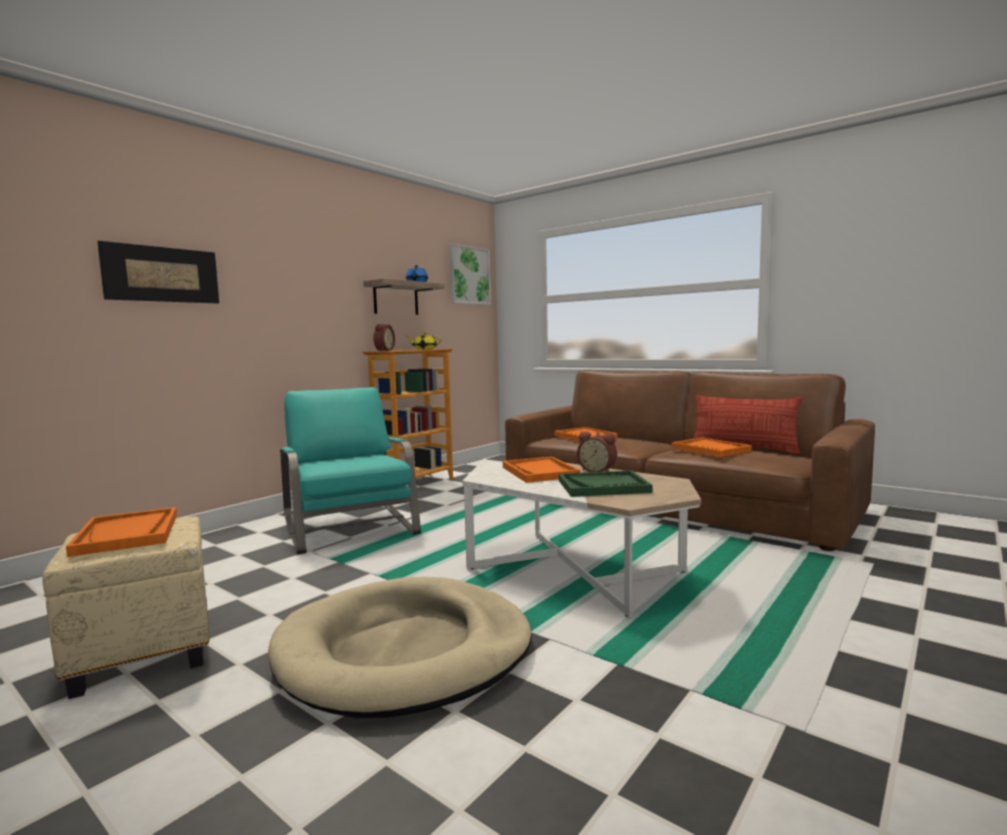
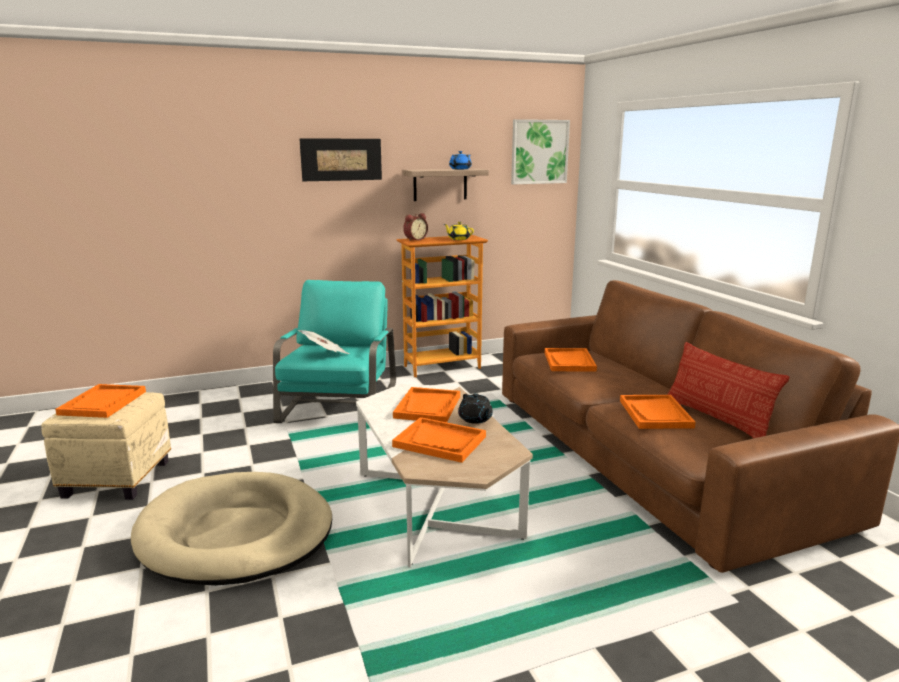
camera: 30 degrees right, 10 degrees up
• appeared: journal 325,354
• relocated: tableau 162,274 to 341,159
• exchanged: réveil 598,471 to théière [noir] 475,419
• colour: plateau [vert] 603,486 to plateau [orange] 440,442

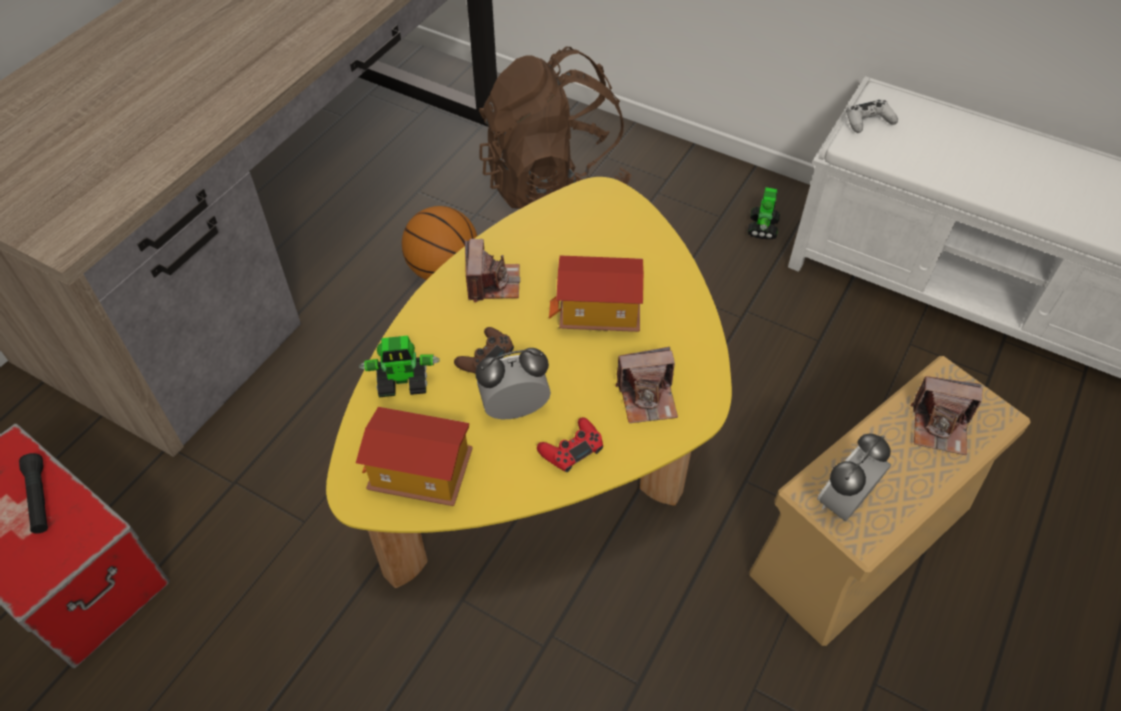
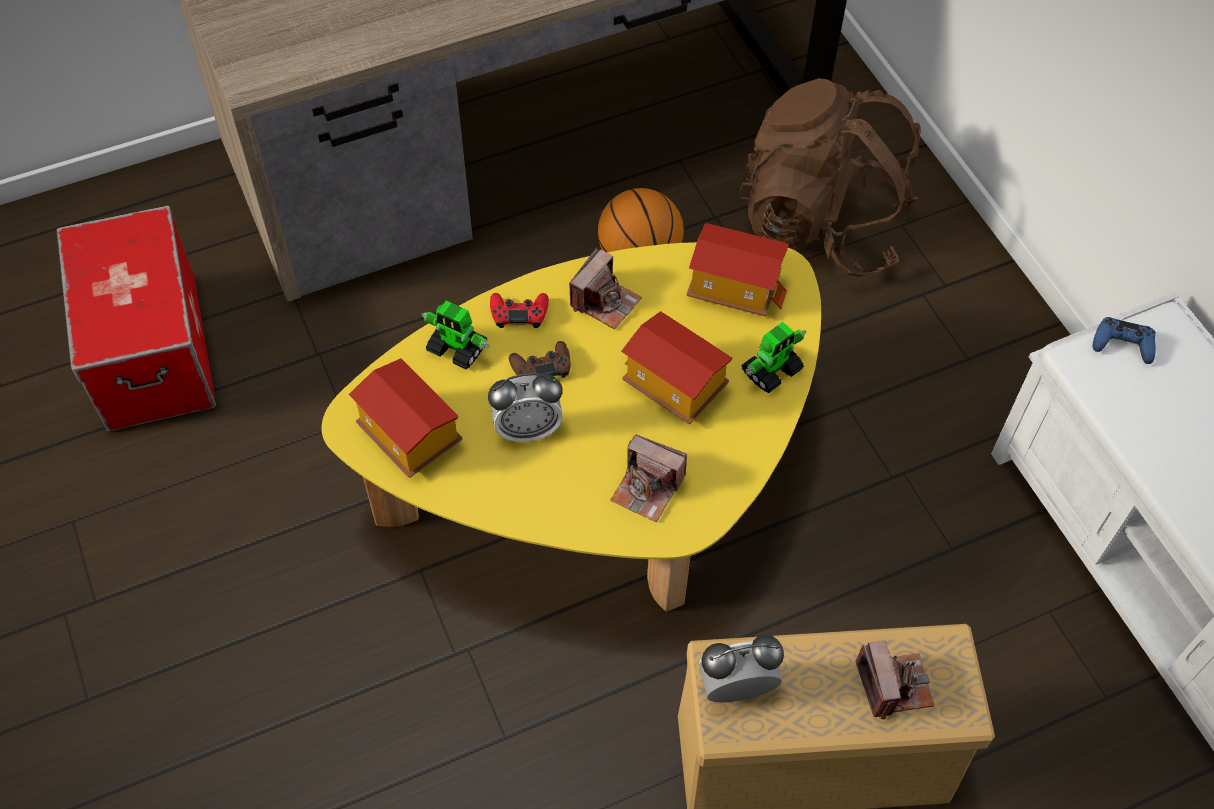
camera: 35 degrees right, 5 degrees up
• missing: lampe de poche [noir] 39,498
• appeared: maison miniature 734,287
• relocated: manette [rouge] 571,449 to 519,314
• relocated: robot jouet 762,227 to 772,370
• colour: manette [blanc] 868,121 to manette [bleu] 1122,344
• spun: réveil 515,409 = 527,429 150 degrees clockwise
• spun: appareil photo 940,427 = 893,685 150 degrees counterclockwise

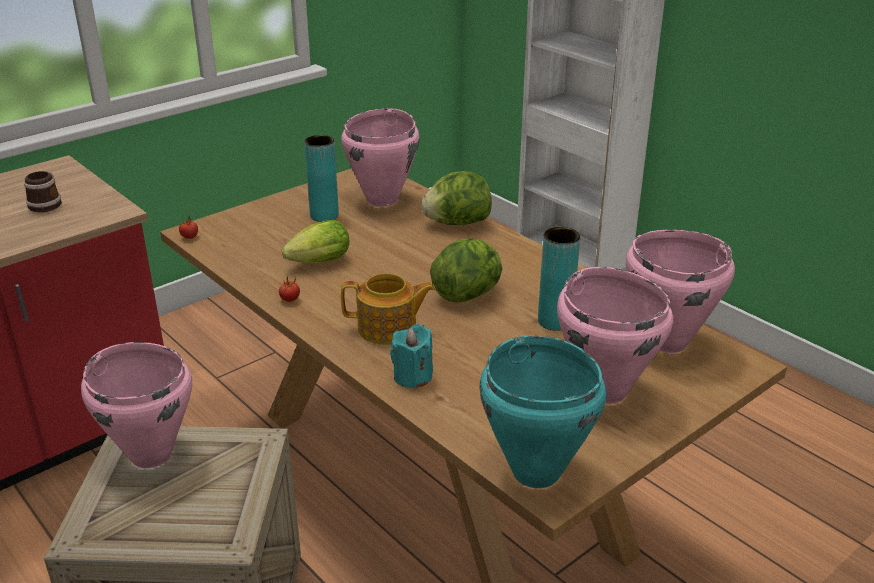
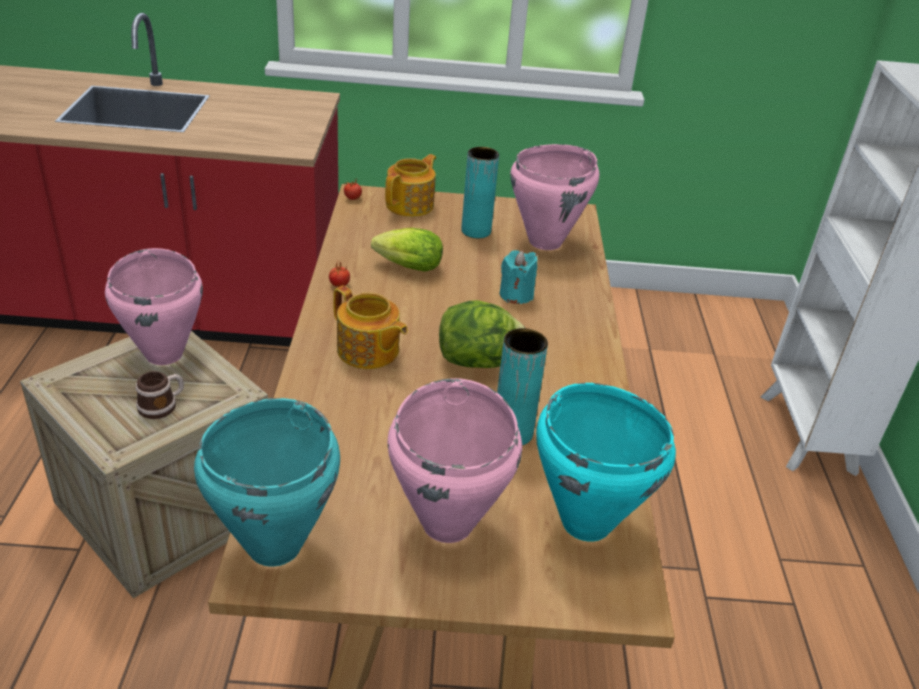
camera: 40 degrees right, 5 degrees up
• missing: laitue 457,223
• appeared: théière 411,205
• relocated: mug 47,203 to 162,405
• relocated: bougie [turquoise] 413,376 to 516,295
• colour: marmite [rose] 666,341 to marmite [turquoise] 585,521

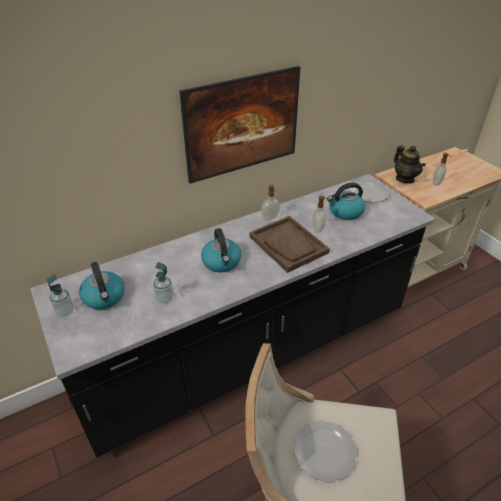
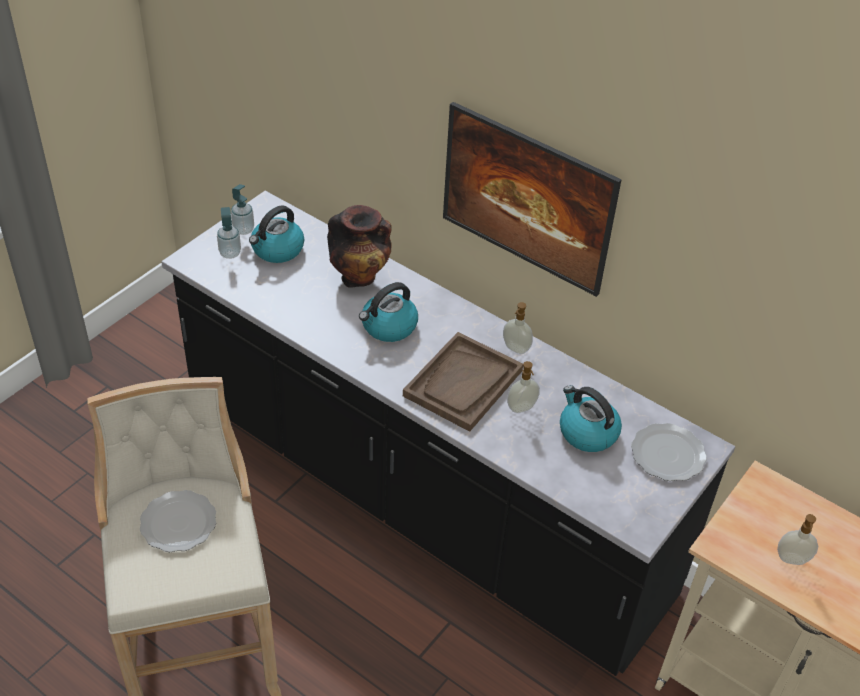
camera: 65 degrees right, 5 degrees up
• missing: théière 405,179
• appeared: vase 360,277
• relocated: distributeur de savon 165,298 to 230,253

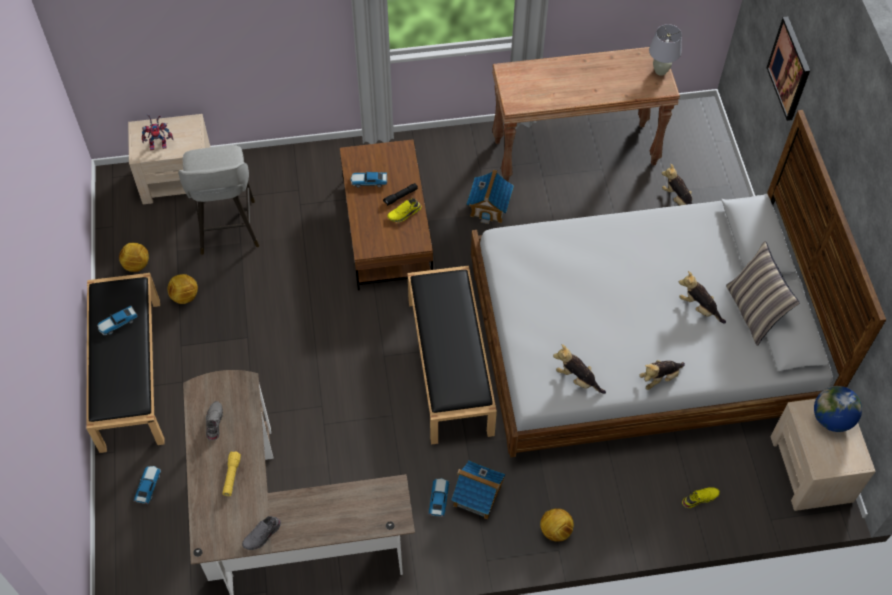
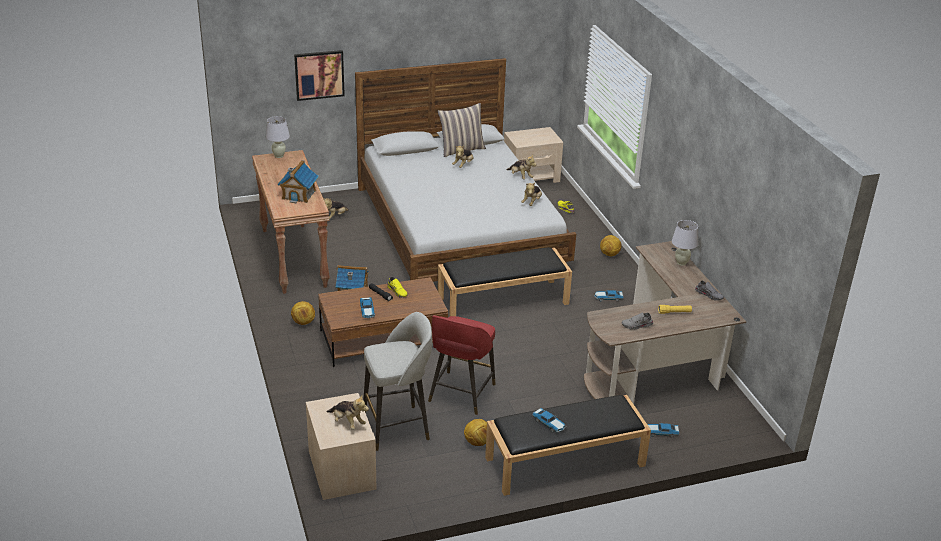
camera: 100 degrees left, 25 degrees down
• missing: globe 831,419
• appeared: tabouret [rouge] 460,394
• appeared: lampe de table [blanc] 681,263
• relocated: ballon de foot 137,264 to 303,322
• relocated: maison miniature 477,496 to 299,194
• exchanged: robot jouet 159,144 to peluche 347,422

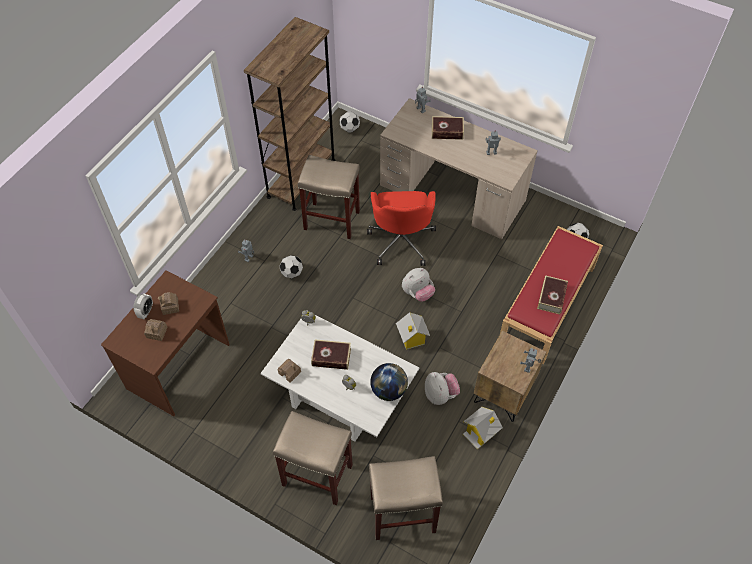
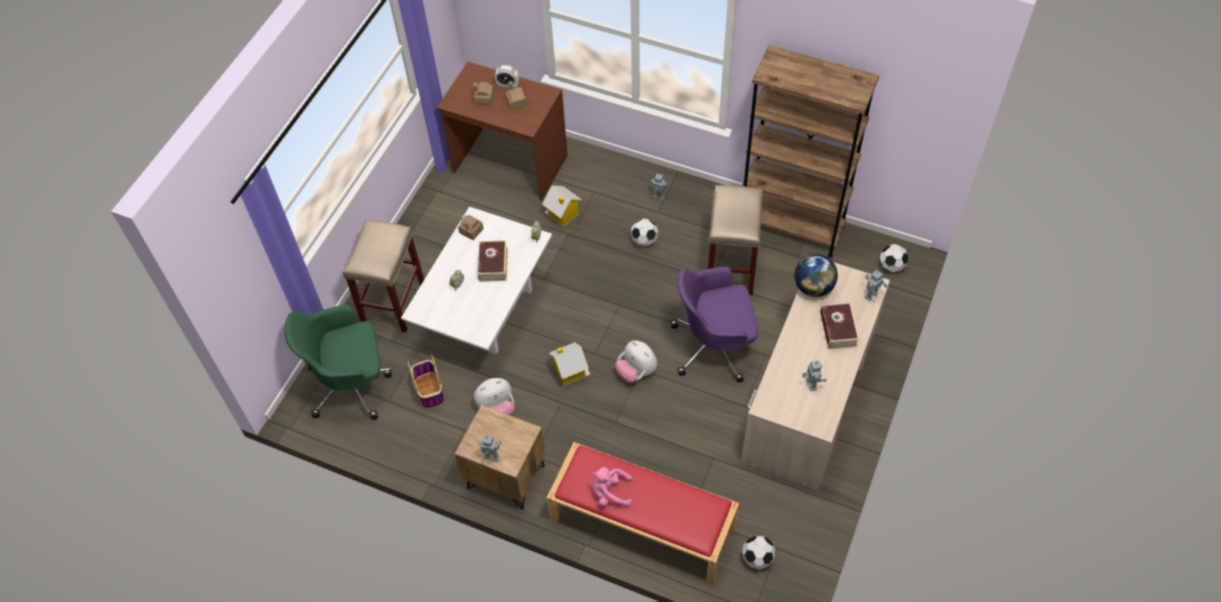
camera: 85 degrees right, 0 degrees up
• appeared: panier 429,390
• relocated: globe 388,390 to 813,287
• relocated: maison miniature 480,433 to 562,215
• exchanged: tabouret [beige] 402,514 to chaise de bureau [vert] 352,384
• exchanged: livre 551,297 to peluche [rose] 610,493
• colour: chaise de bureau [rouge] 401,240 to chaise de bureau [violet] 714,346

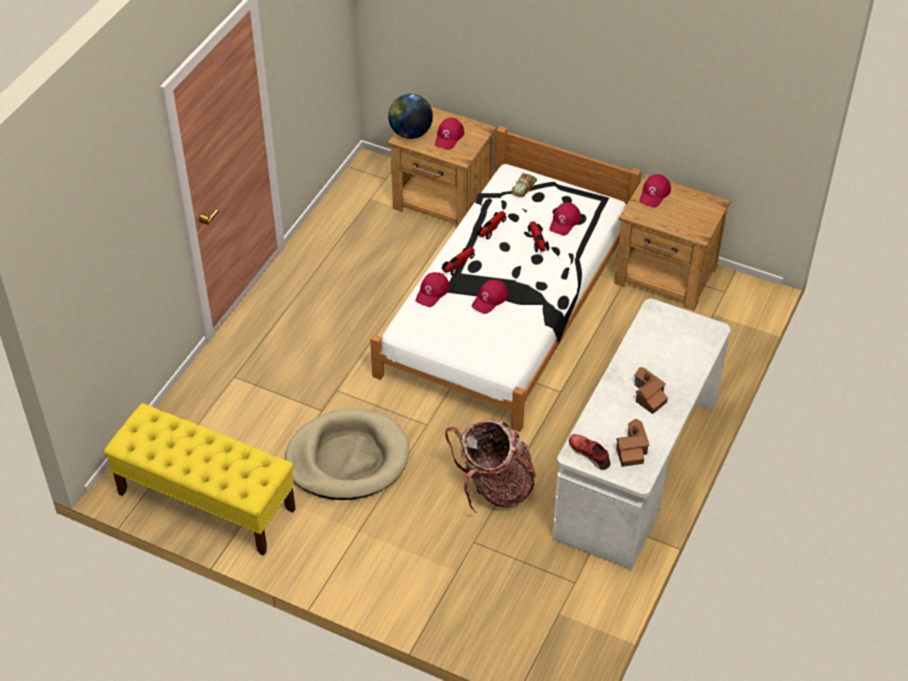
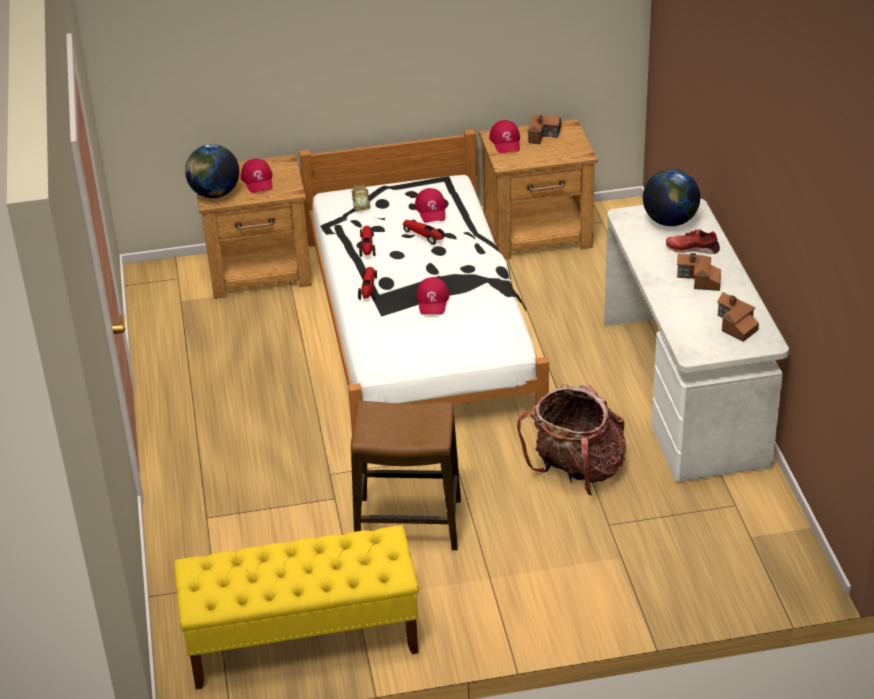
camera: 35 degrees left, 10 degrees down
• missing: casquette [rouge] 432,292
• appeared: maison miniature 544,134
• appeared: globe 670,221
• relocated: chaussure [rouge] 590,453 to 692,248
• exchanged: panier pour chien [beige] 347,458 to tabouret 408,524

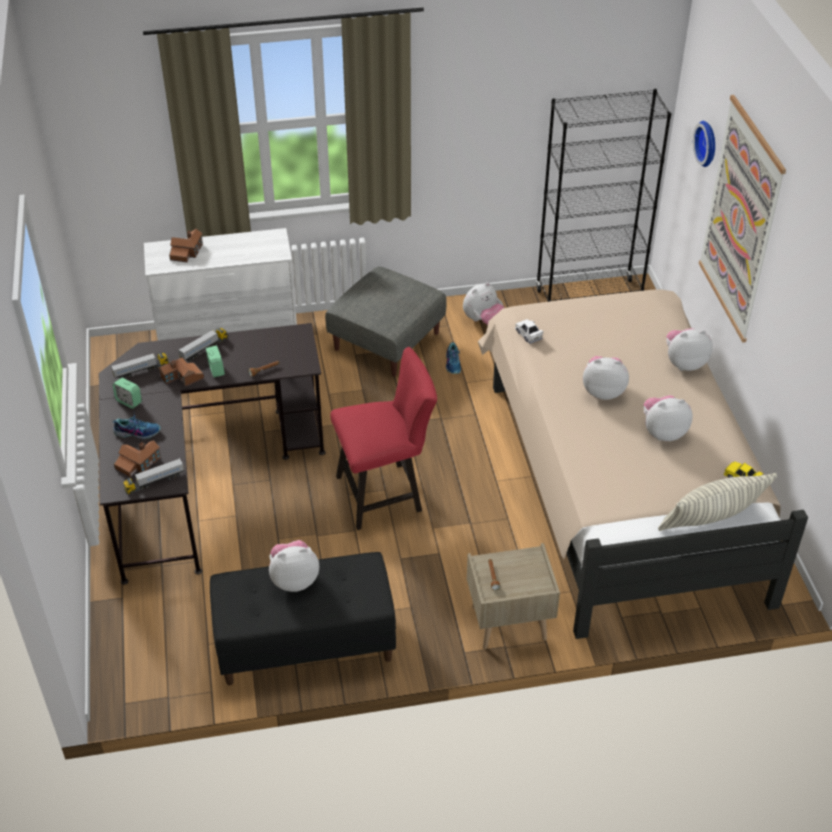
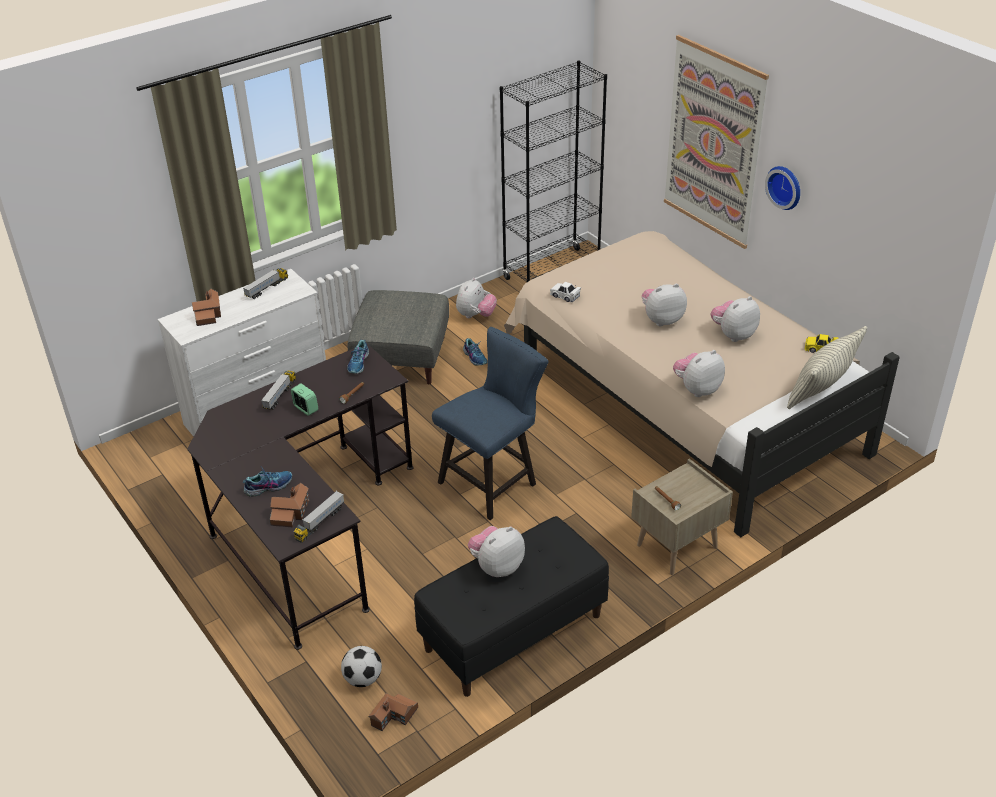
camera: 25 degrees left, 5 degrees down
• missing: réveil 129,401
• appeared: ballon de foot 363,679
• appeared: chaussure 359,363
• relocated: camion jouet 141,370 to 267,288
• relocated: maison miniature 182,378 to 394,716
• relocated: peluche 684,363 to 697,389
• relocated: horloge murale 708,143 to 785,186
• colour: chaise [rouge] 385,493 to chaise [bleu] 493,481

